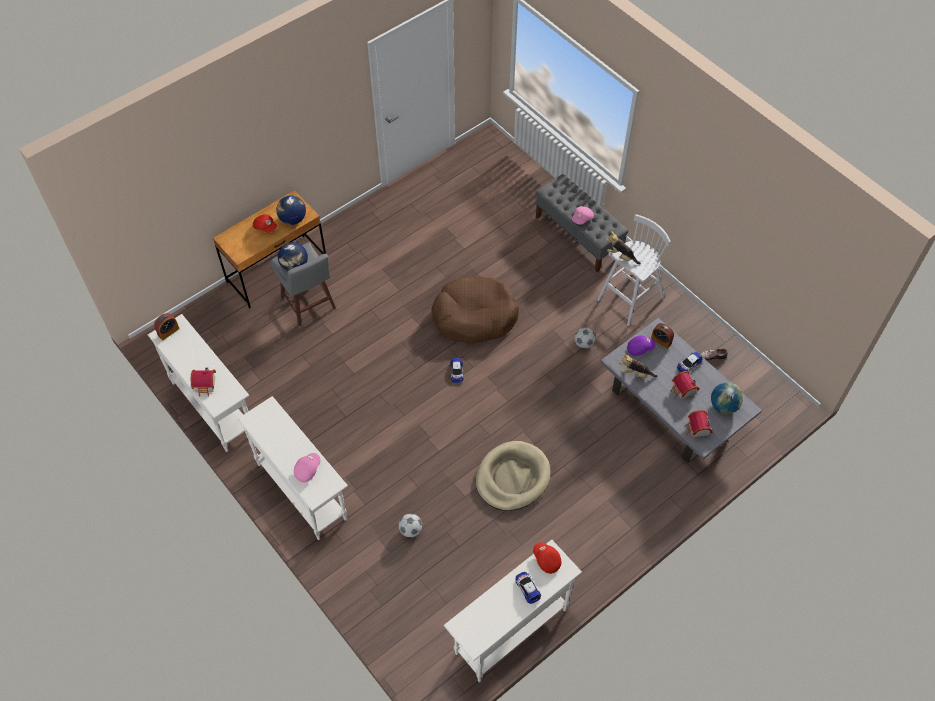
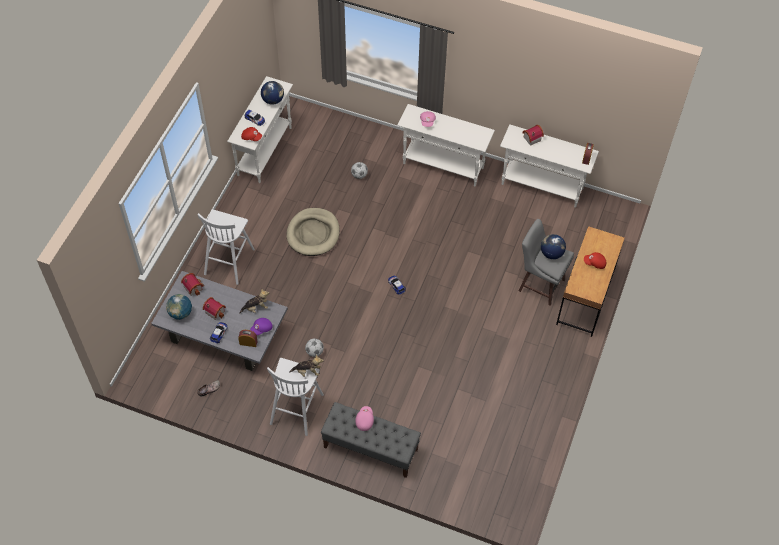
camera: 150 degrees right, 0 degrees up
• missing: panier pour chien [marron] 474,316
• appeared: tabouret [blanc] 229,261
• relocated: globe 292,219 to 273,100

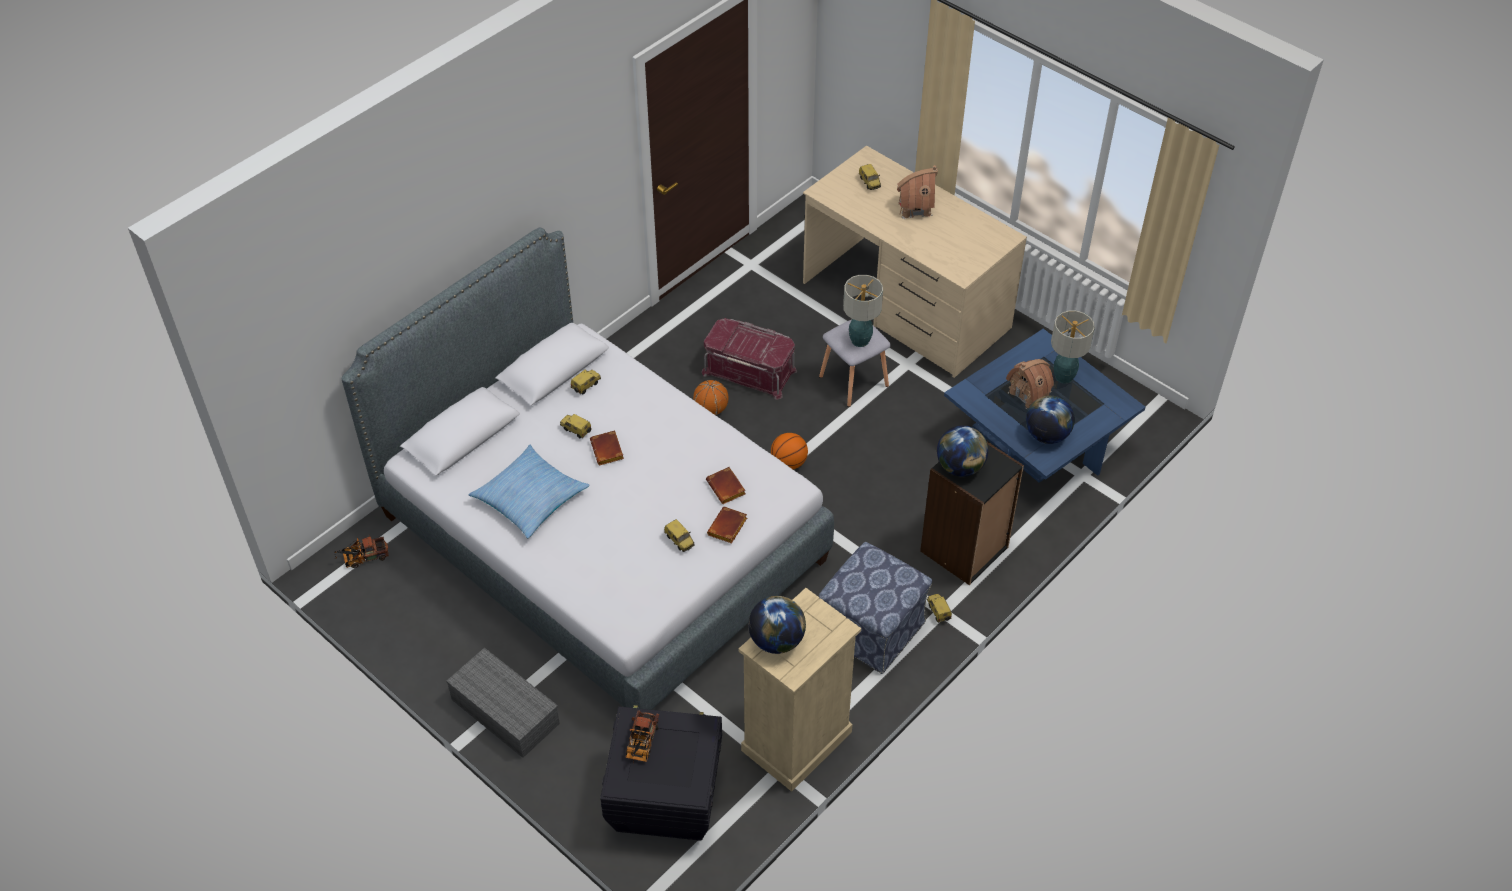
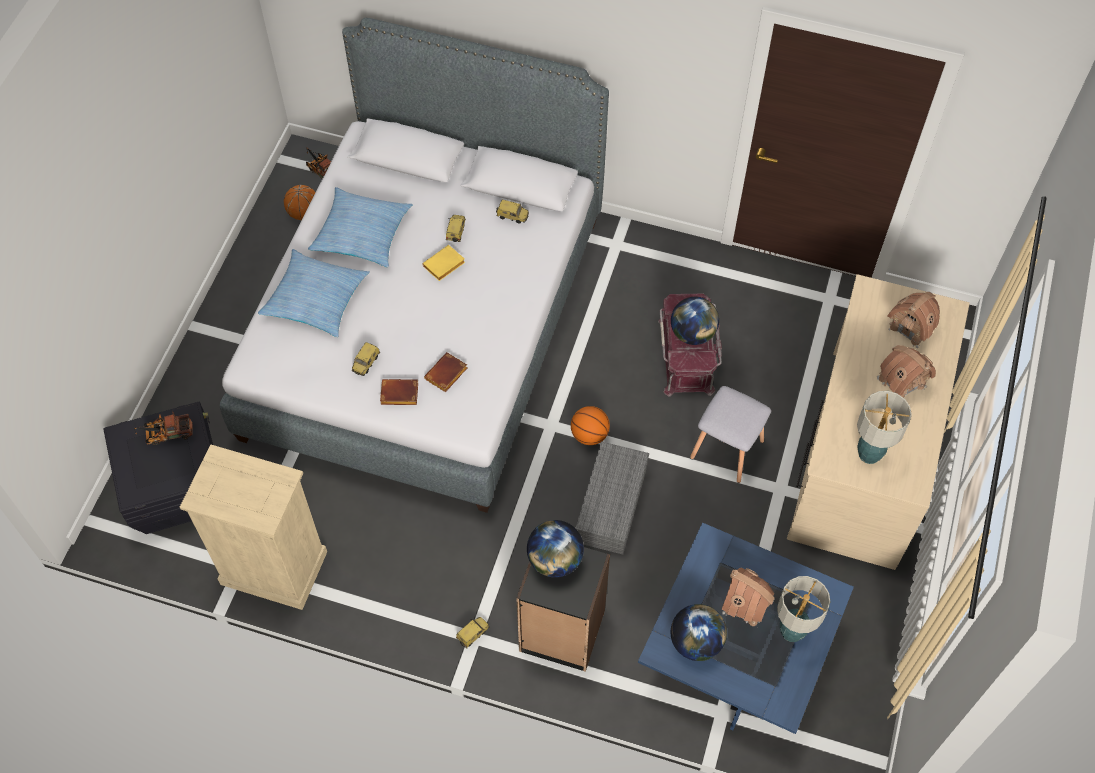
camera: 65 degrees right, 10 degrees up
• missing: pouf 871,630
• appeared: coussin 316,299
• relocated: boîte de rangement [gris] 503,711 to 610,503
• relocated: ballon de basket 711,409 to 304,213
• relocated: globe 776,640 to 692,334
• relocated: lampe de table 860,340 to 869,454
• exchanged: petite voiture 870,183 to maison miniature 911,327
• colour: livre [marron] 608,451 to livre [jaune] 444,266

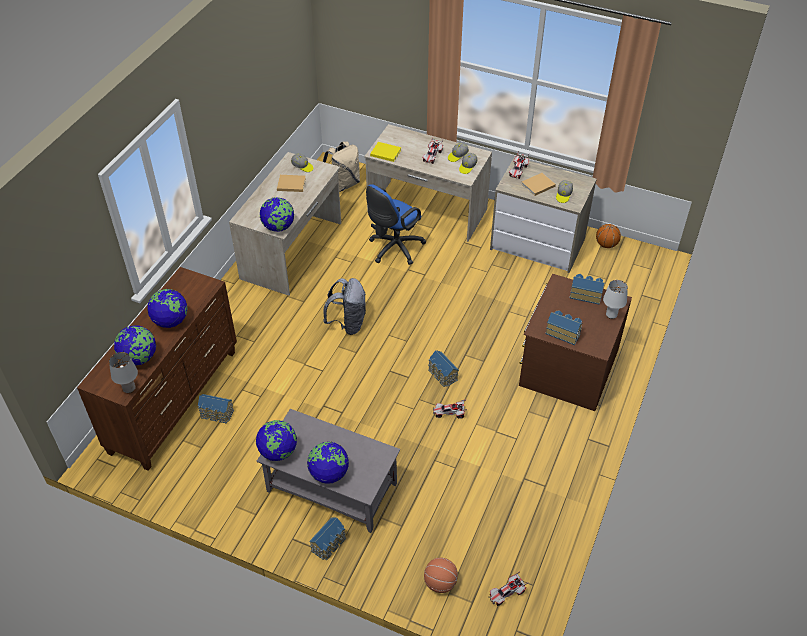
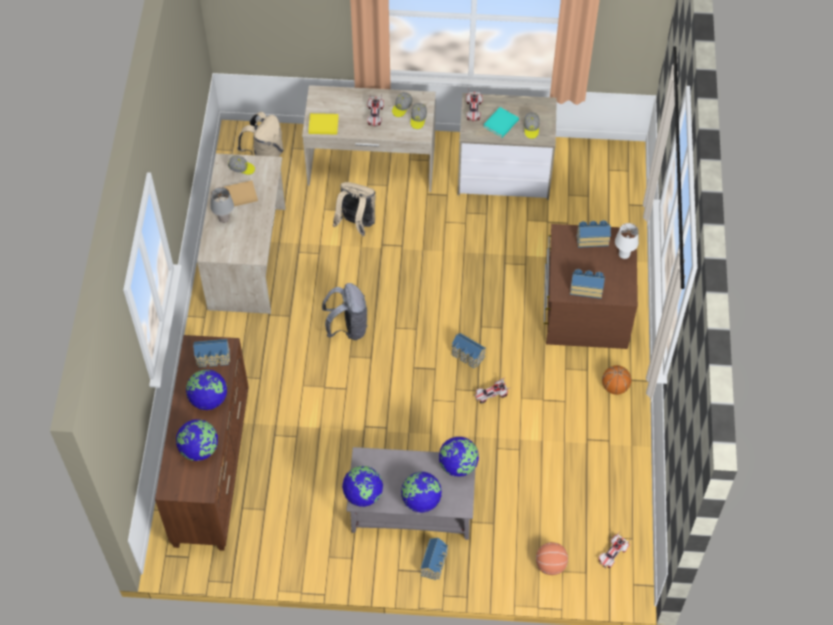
camera: 20 degrees left, 10 degrees up
• relocated: lampe de table [gris] 129,389 to 224,218
• relocated: maison miniature 216,414 to 213,358
• relocated: globe 278,227 to 458,465
• relocated: ballon de basket 606,245 to 615,387
• exchanged: chaise de bureau [bleu] 393,249 to sac à dos [beige] 356,224
• colour: livre [beige] 537,185 to livre [turquoise] 500,124

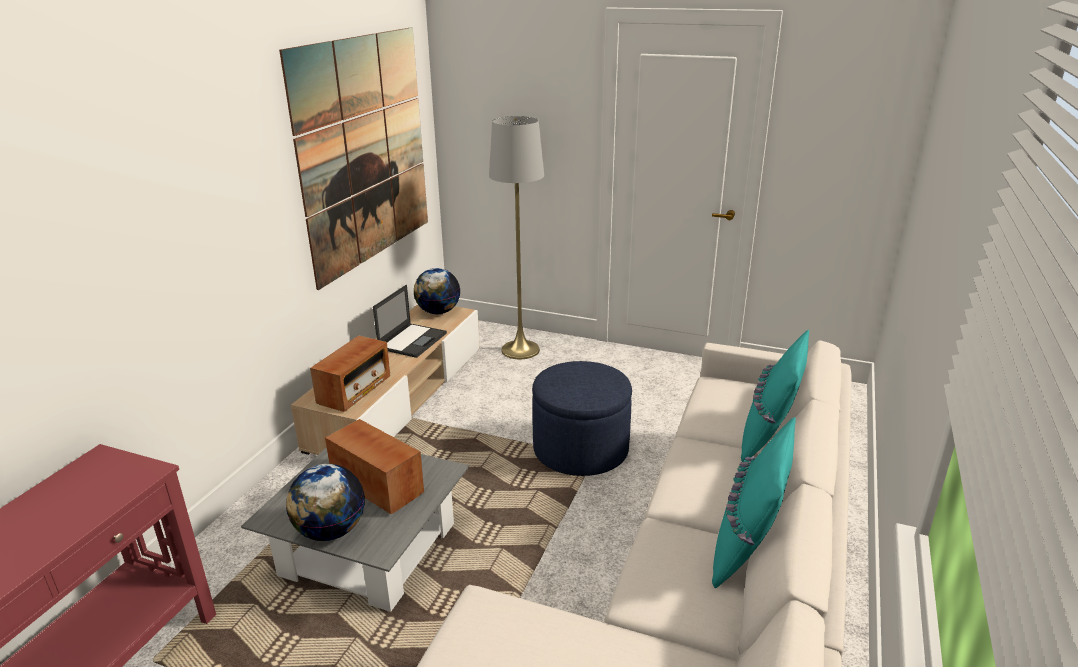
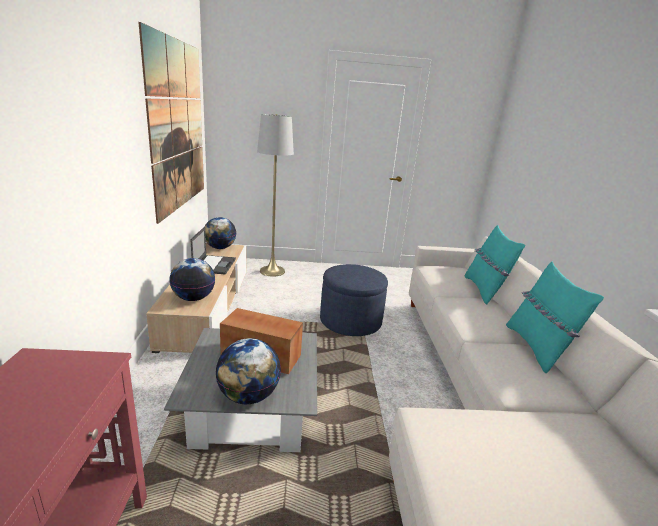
camera: 25 degrees left, 5 degrees down
• exchanged: radio 354,390 to globe 193,298

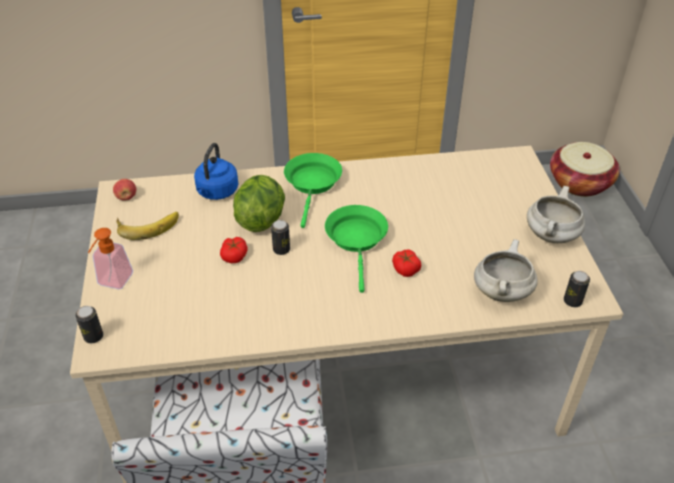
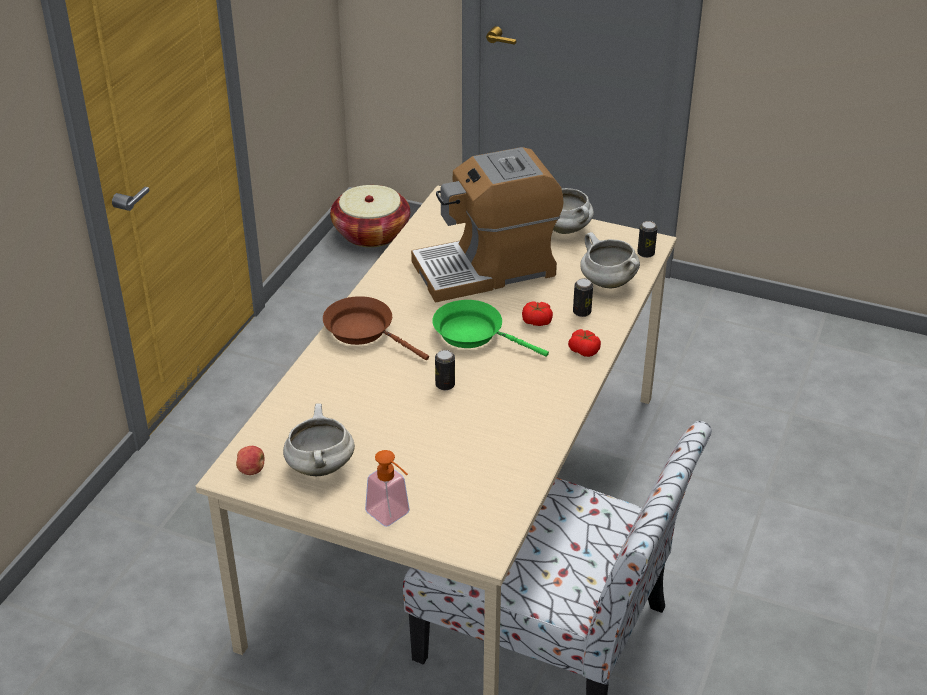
camera: 60 degrees left, 5 degrees down
• missing: bouilloire [bleu] 216,192
• missing: laitue 261,219
• appeared: machine à café 486,268
• relocated: boîte métallique 93,337 to 582,312
• relocated: tomate 234,256 to 584,350
• exchanged: banane 148,225 to marmite [blanc] 319,466
• colour: poêle [vert] 313,184 to poêle [marron] 364,331

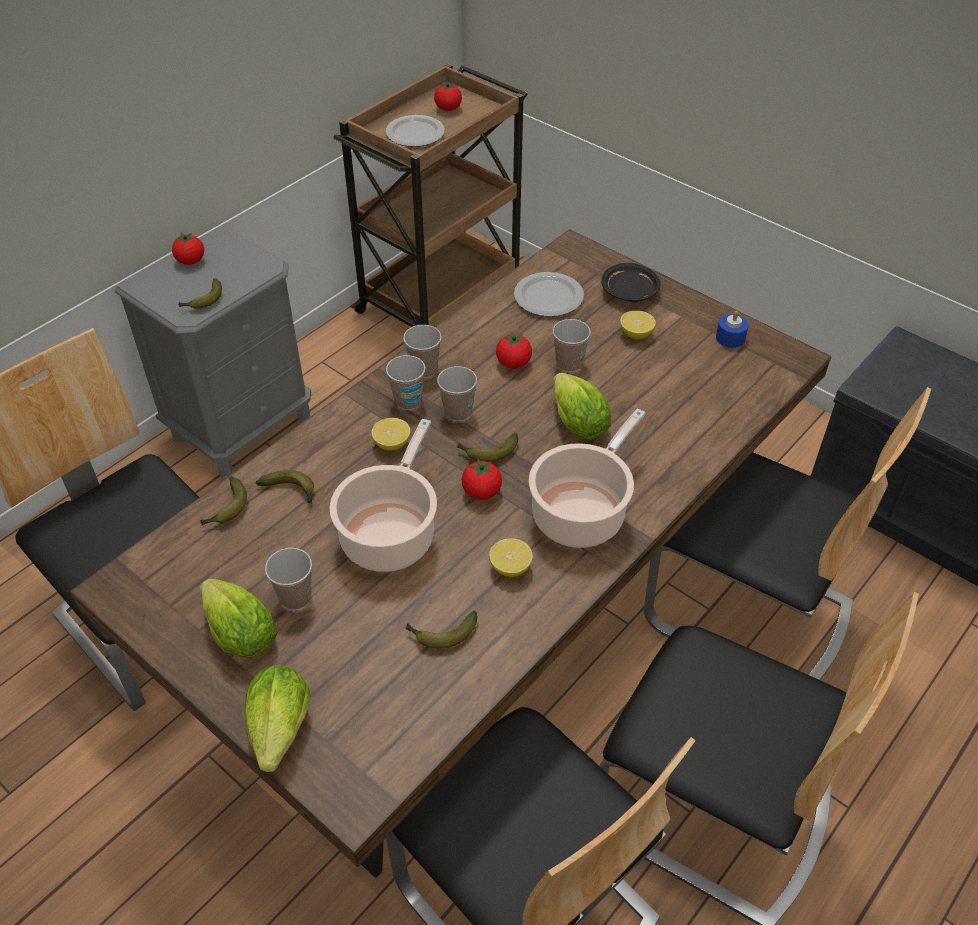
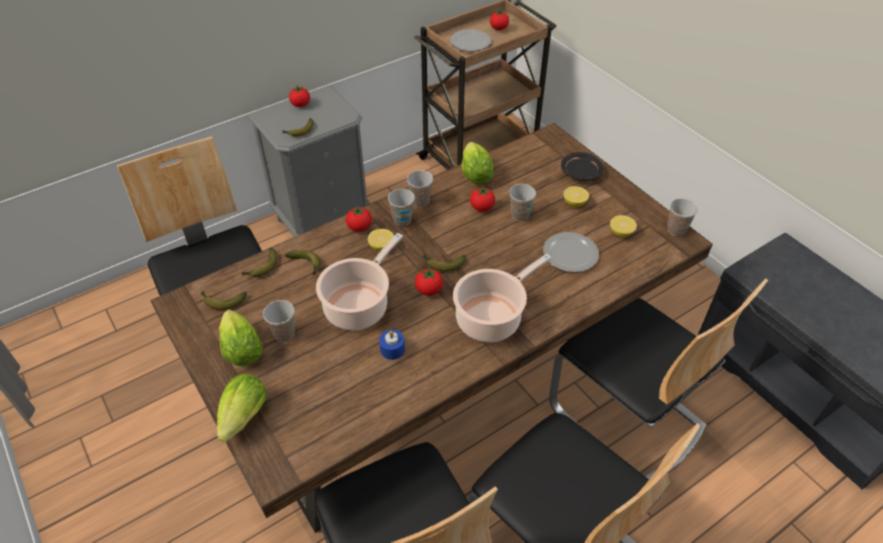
camera: 15 degrees right, 0 degrees up
• appeared: tomate 359,227
• relocated: banane 441,634 to 222,302
• relocated: tasse 458,412 to 676,230
• relocated: citron 510,567 to 621,233
• relocated: assiette 550,297 to 571,254
• relocated: laitue 575,420 to 475,173
• relocated: bougie [bleu] 730,338 to 392,349

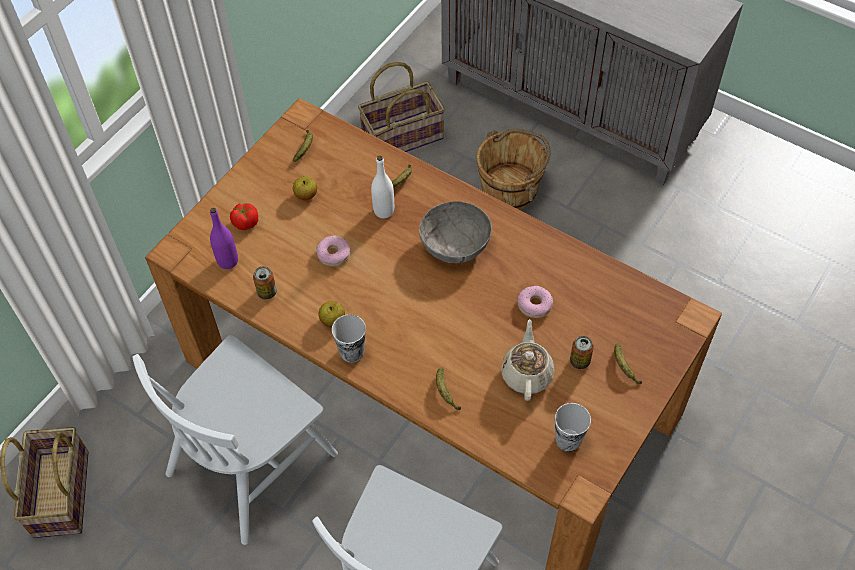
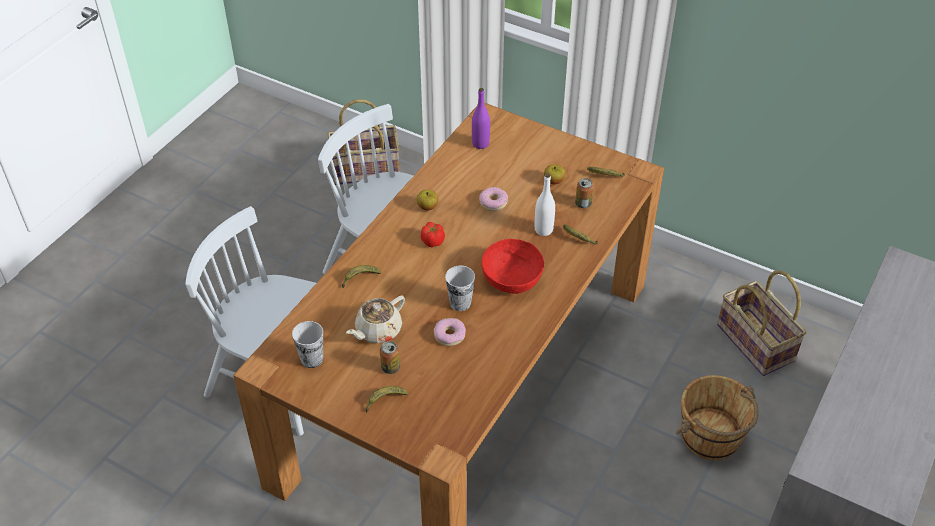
camera: 85 degrees right, 10 degrees down
• relocated: tomate 245,223 to 432,241
• relocated: boîte métallique 267,292 to 583,204
• relocated: tasse 352,352 to 460,303
• colour: bol [gris] 455,244 to bol [rouge] 511,278
• spun: théière [beige] 527,373 = 377,330 135 degrees clockwise

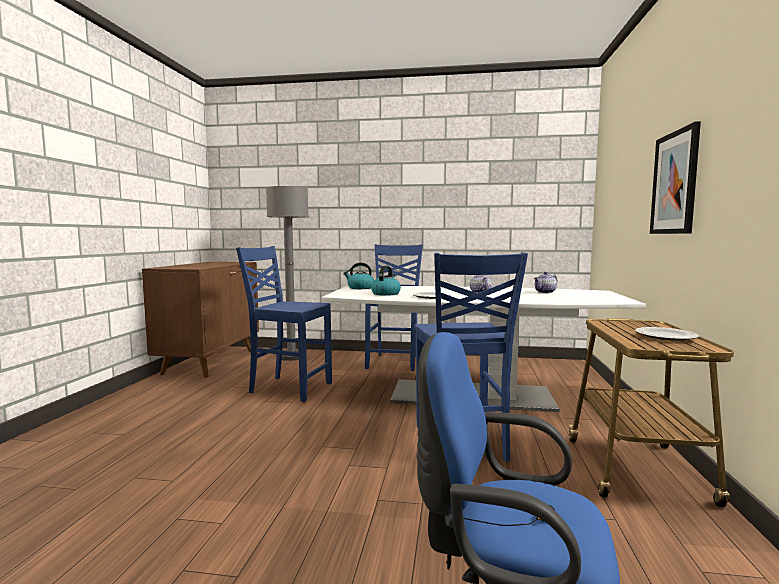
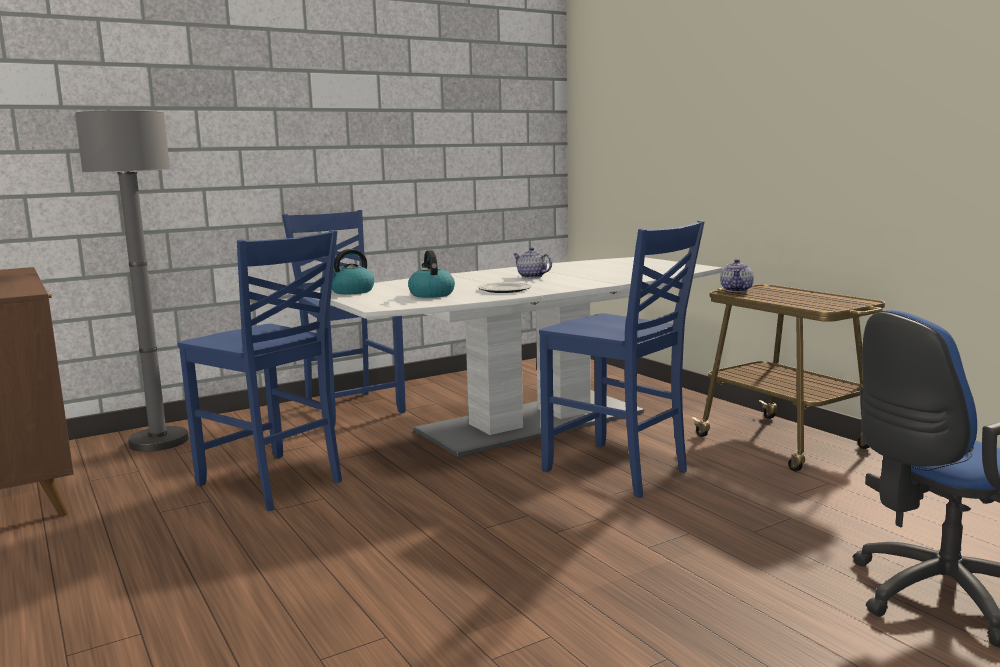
camera: 40 degrees left, 5 degrees up
• missing: assiette 665,336
• missing: tableau 675,183
• relocated: théière 545,292 to 737,290
• spun: chaise [bleu] 289,388 = 272,483 120 degrees counterclockwise

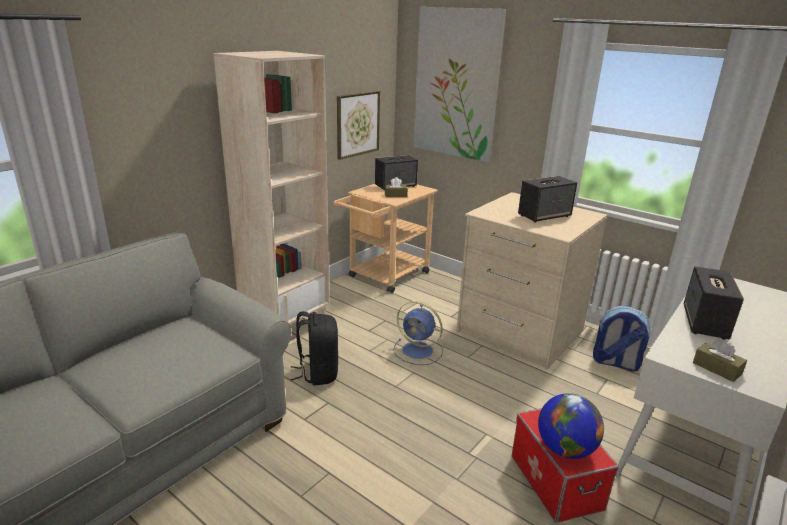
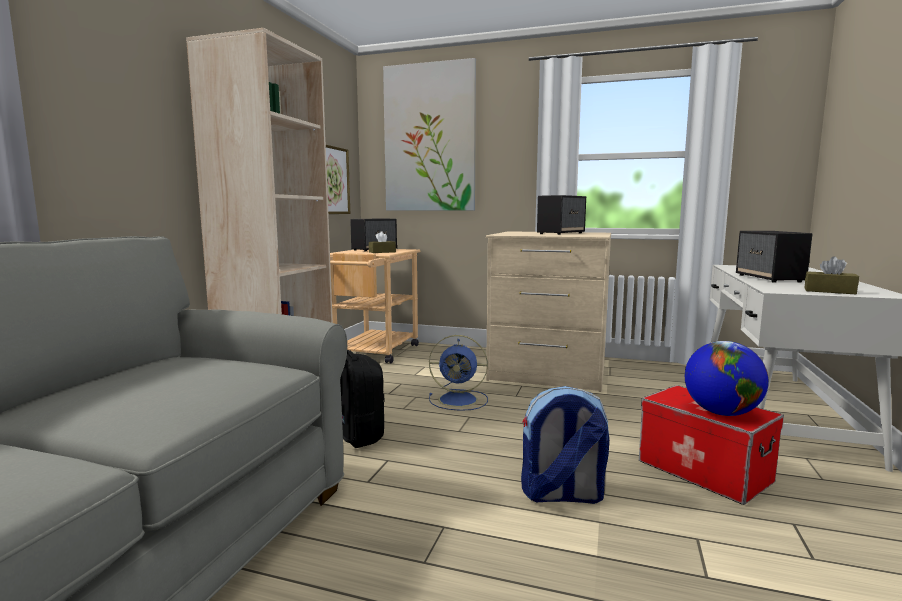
camera: 20 degrees left, 15 degrees down
• relocated: sac à dos 615,363 to 562,495

